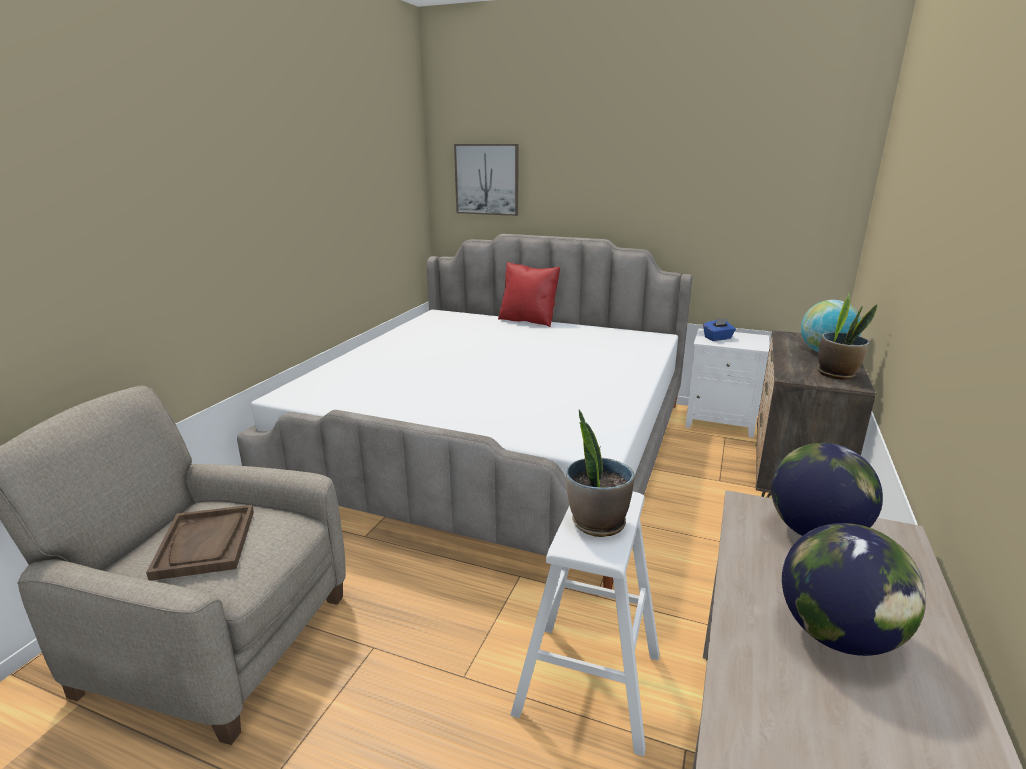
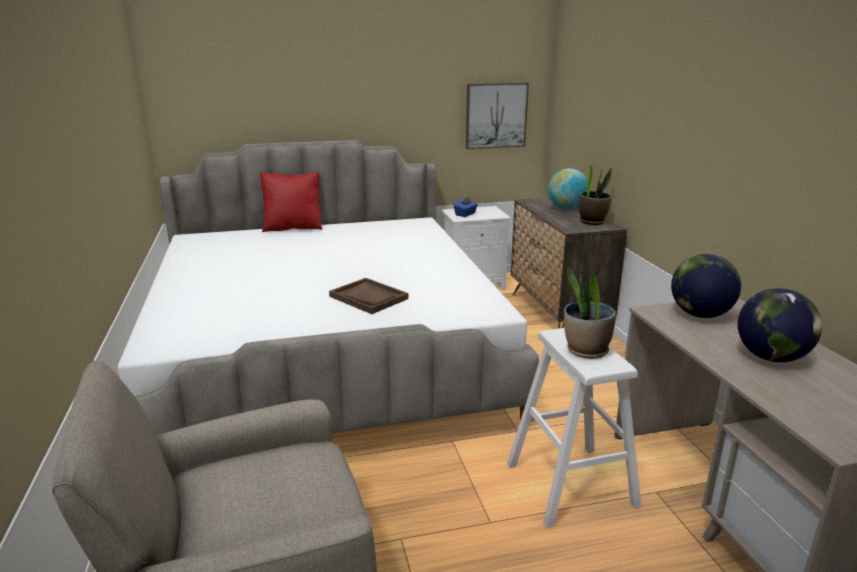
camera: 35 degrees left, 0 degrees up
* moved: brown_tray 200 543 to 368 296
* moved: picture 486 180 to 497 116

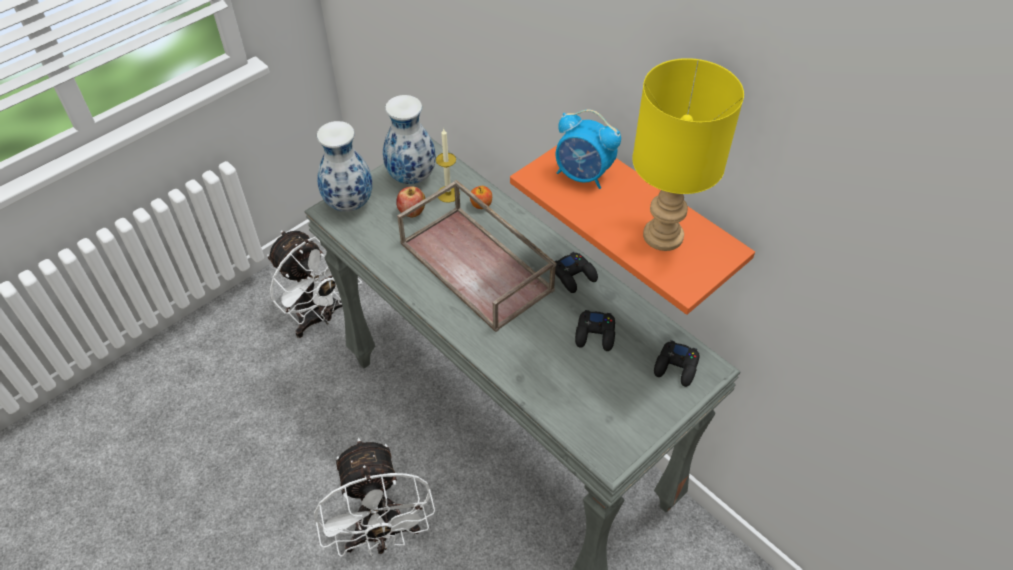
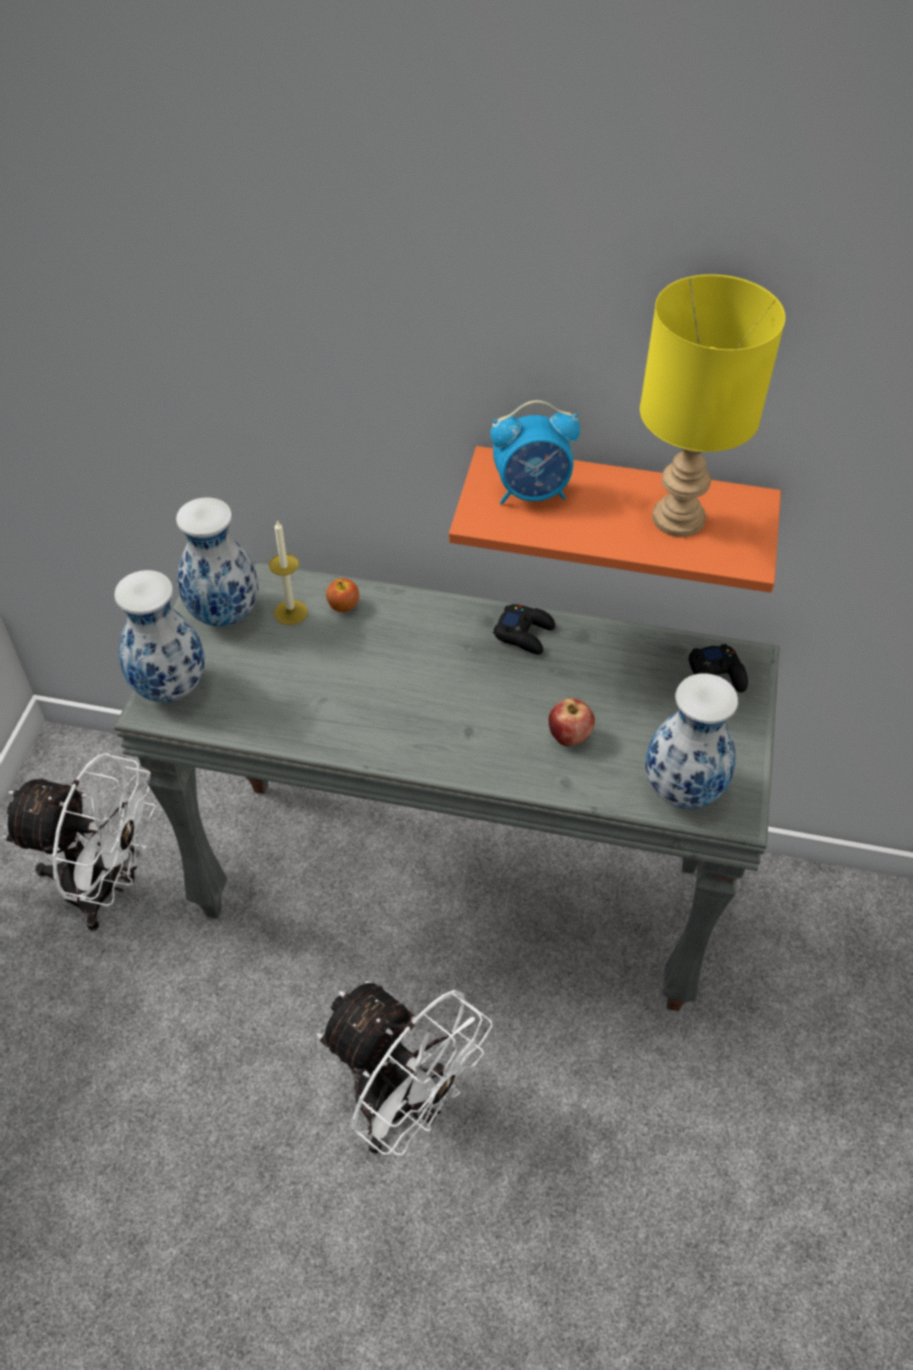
camera: 35 degrees left, 0 degrees up
* removed: brown_tray 476 256
* removed: black_game_controller 595 330
* added: vase 691 741
* moved: apple 411 202 to 572 722

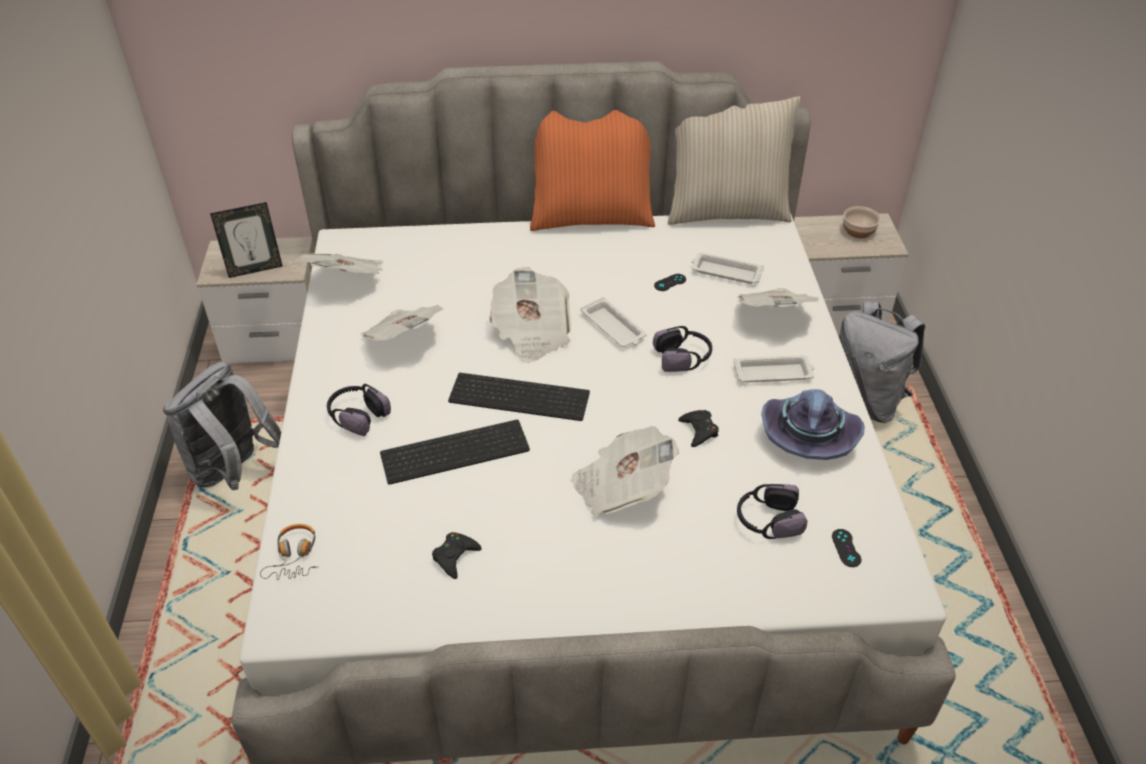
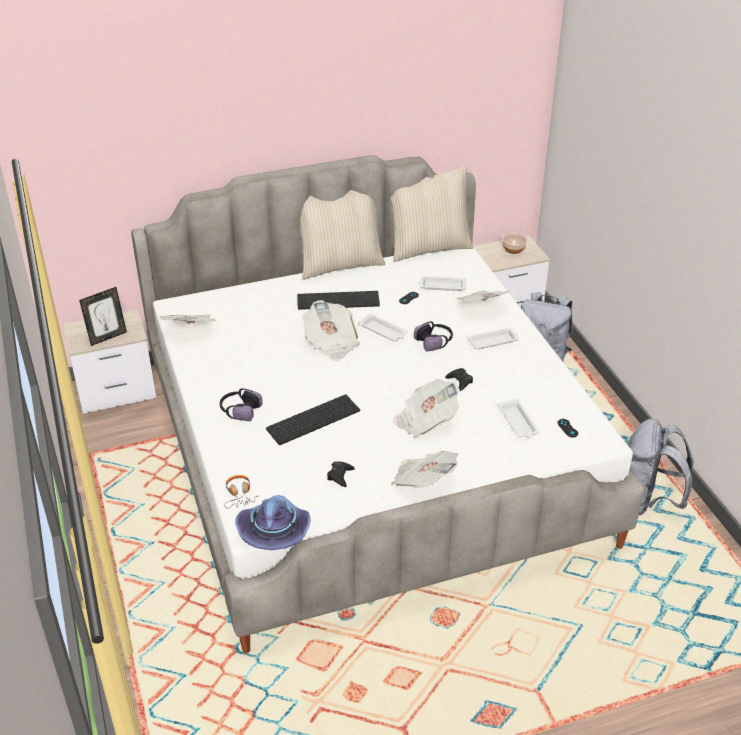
camera: 15 degrees left, 5 degrees down
* moved: grey_backpack 222 425 to 661 466
* moved: newspaper 402 323 to 425 469
* moved: keyboard 519 397 to 338 300
* moved: purple_hat 813 424 to 273 522
* replaced: headphones 772 511 to white_tray 519 418
* recoloured: orange_pillow 592 170 to beige_pillow 342 235

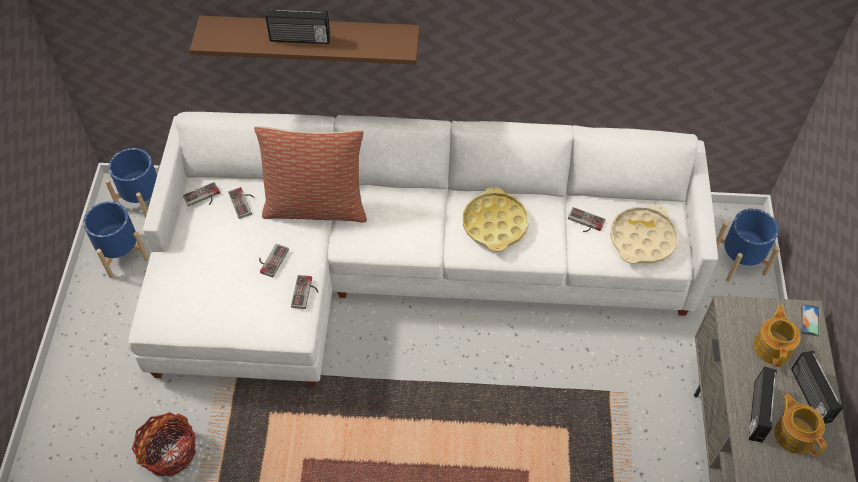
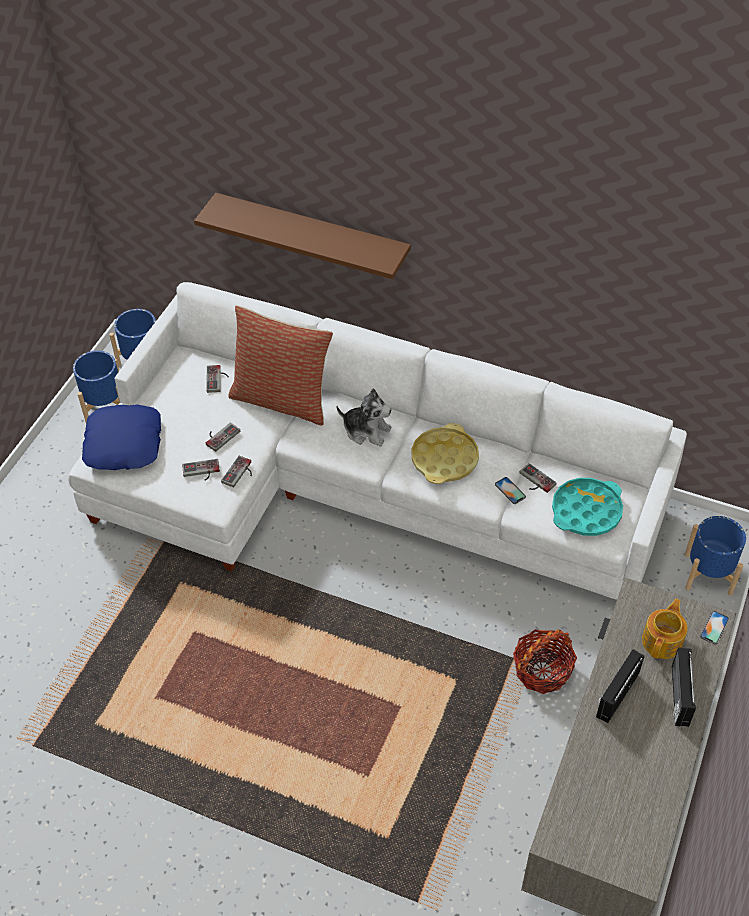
camera: 20 degrees right, 5 degrees down
* removed: radio 298 26
* removed: teapot 800 425
* added: blue_pillow 121 437
* added: plush_toy 364 417
* added: phone 510 490
* moved: basket 164 444 to 545 661
* moved: game_controller 201 194 to 201 469
* recoloured: beige_tray 644 234 to turquoise_tray 587 507

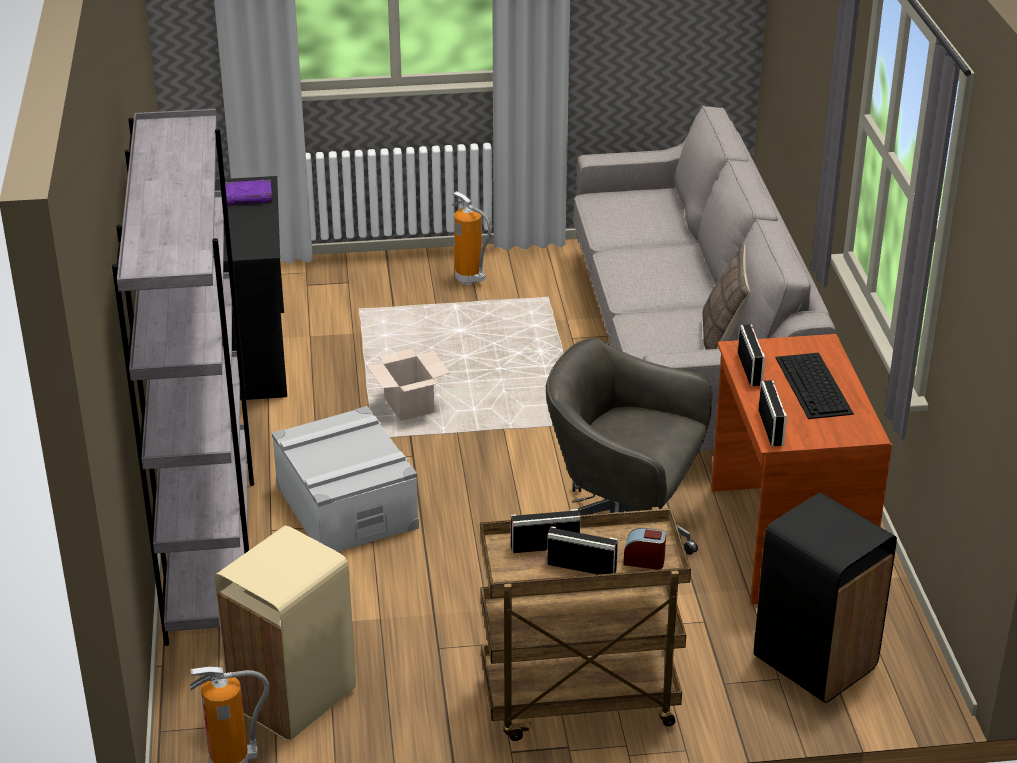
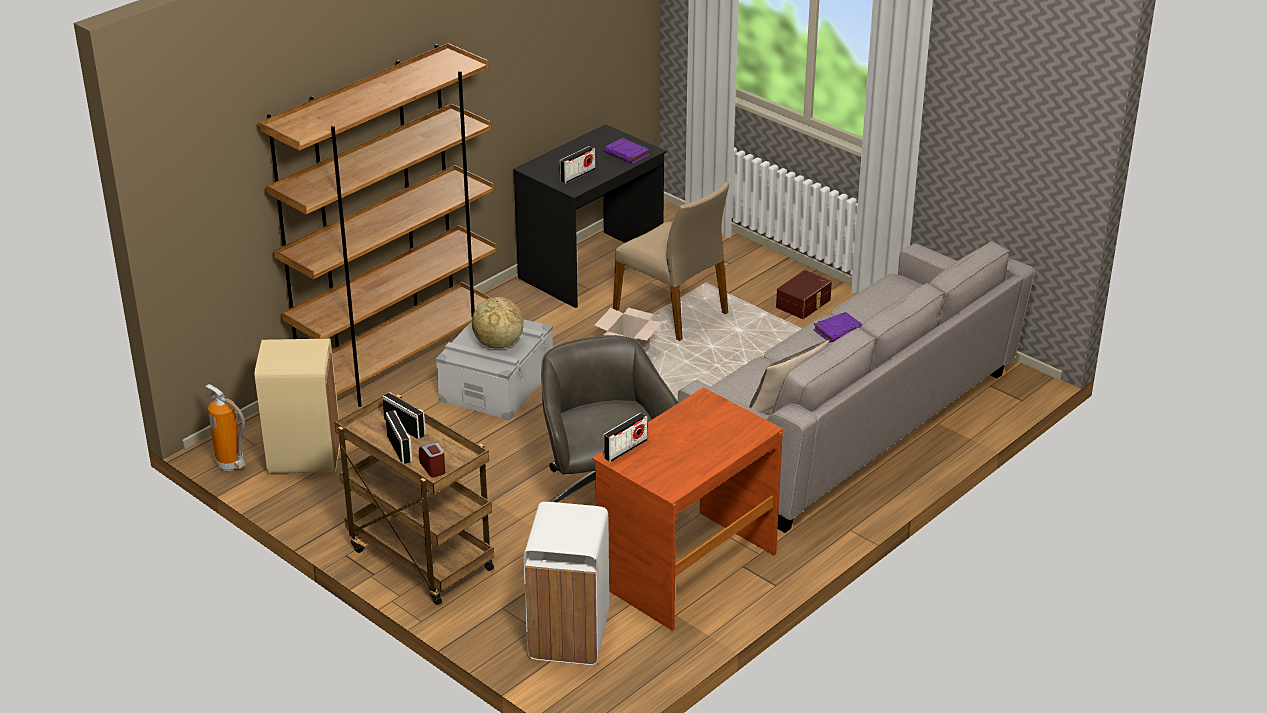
camera: 50 degrees right, 0 degrees up
* removed: keyboard 814 386
* added: globe 498 323
* added: beige_chair 671 261
* added: purple_book 837 327
* moved: radio 751 355 to 578 164
* replaced: fire_extinguisher 472 238 to brown_storage_box 804 294
* recoloured: grey_bookcase 183 377 to brown_bookcase 377 225
* recoloured: black_trash_can 825 598 to white_trash_can 566 583

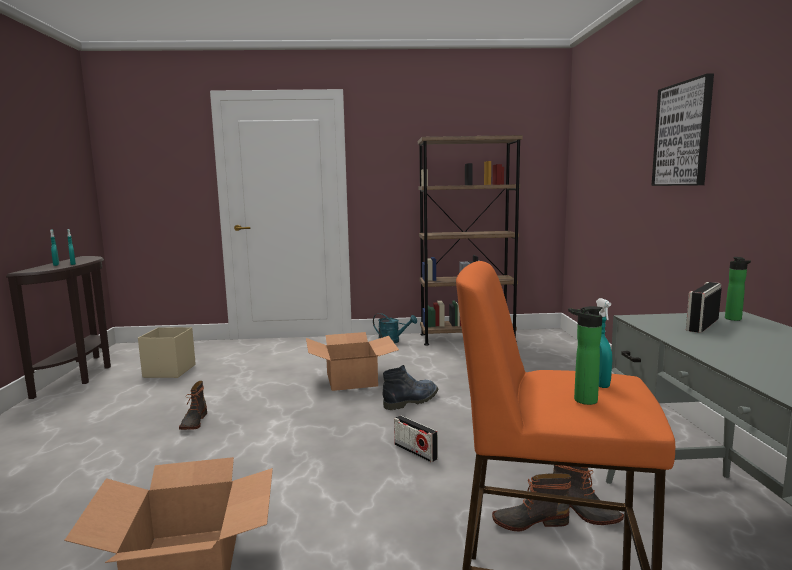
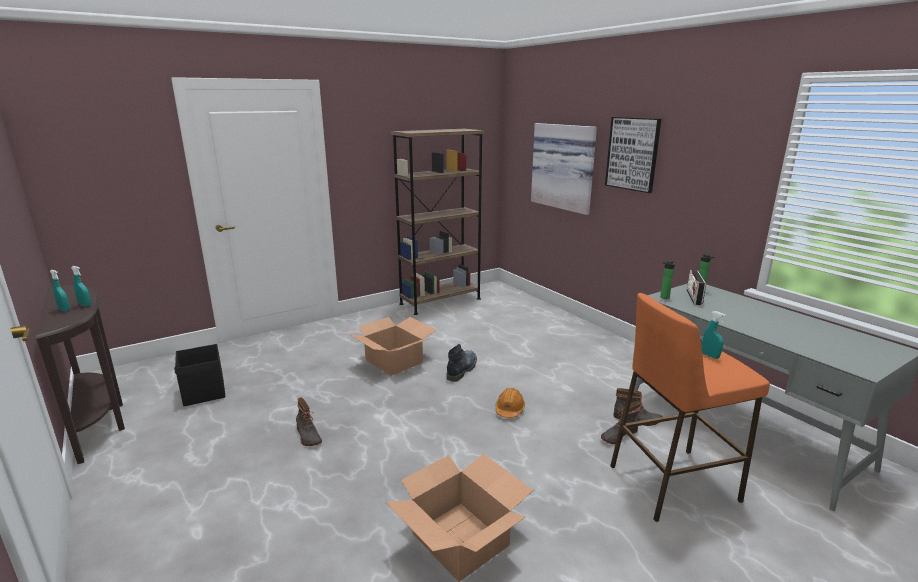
camera: 30 degrees left, 10 degrees up
* removed: turquoise_watering_can 395 328
* added: picture 564 169
* moved: bottle 585 355 to 667 279
* replaced: radio 416 439 to orange_hard_hat 510 403
* recoloured: beige_storage_box 167 352 to black_storage_box 200 375

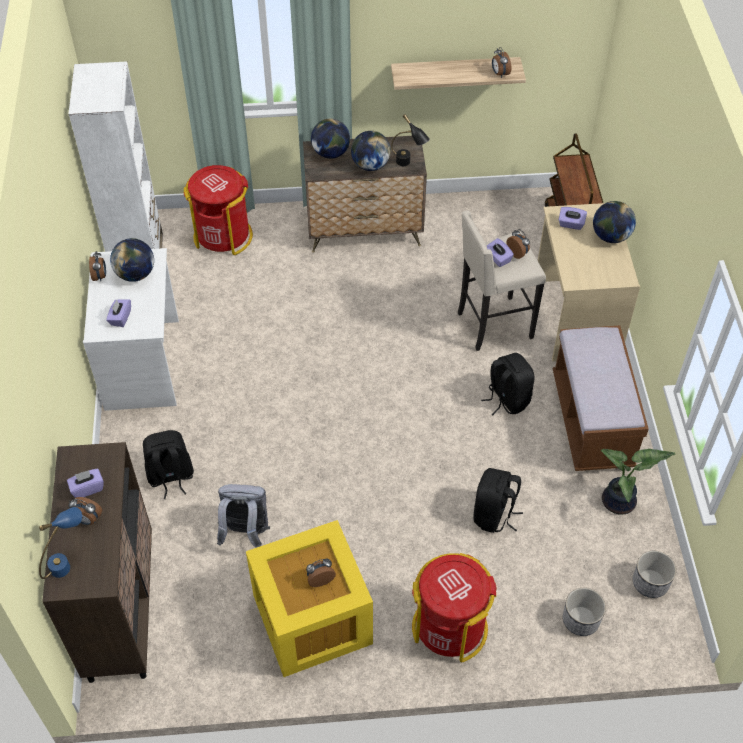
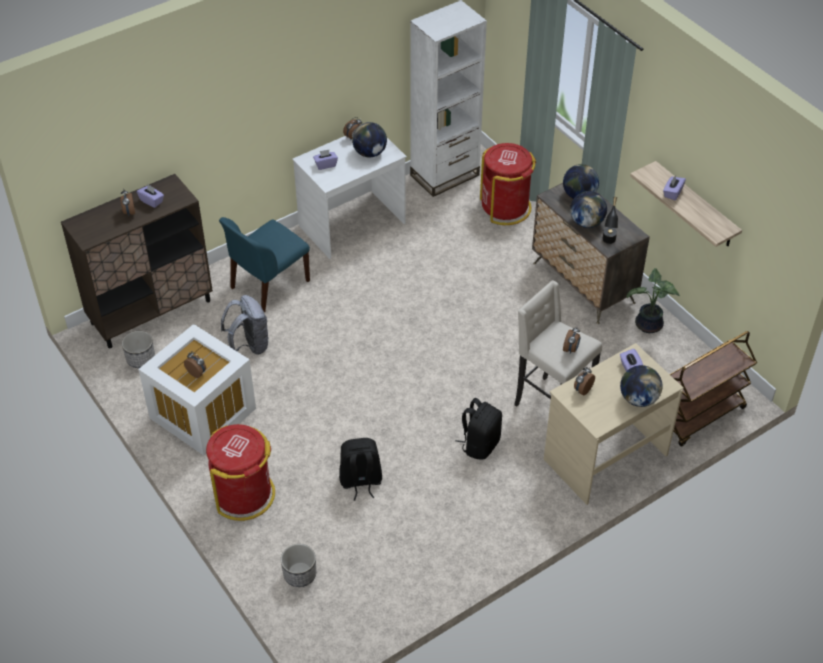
camera: 60 degrees right, 5 degrees down
* removed: blue_table_lamp 60 543
* removed: brown_bench 601 398
* moved: purple_tissue_box 500 252 to 674 187
* moved: alarm_clock 501 62 to 584 381
* moved: potted_plant 638 482 to 653 300
* moved: planter 654 574 to 138 349
* replaced: black_backpack 168 464 to blue_chair 264 264
* recoloured: yellow_storage_box 309 598 to white_storage_box 197 389

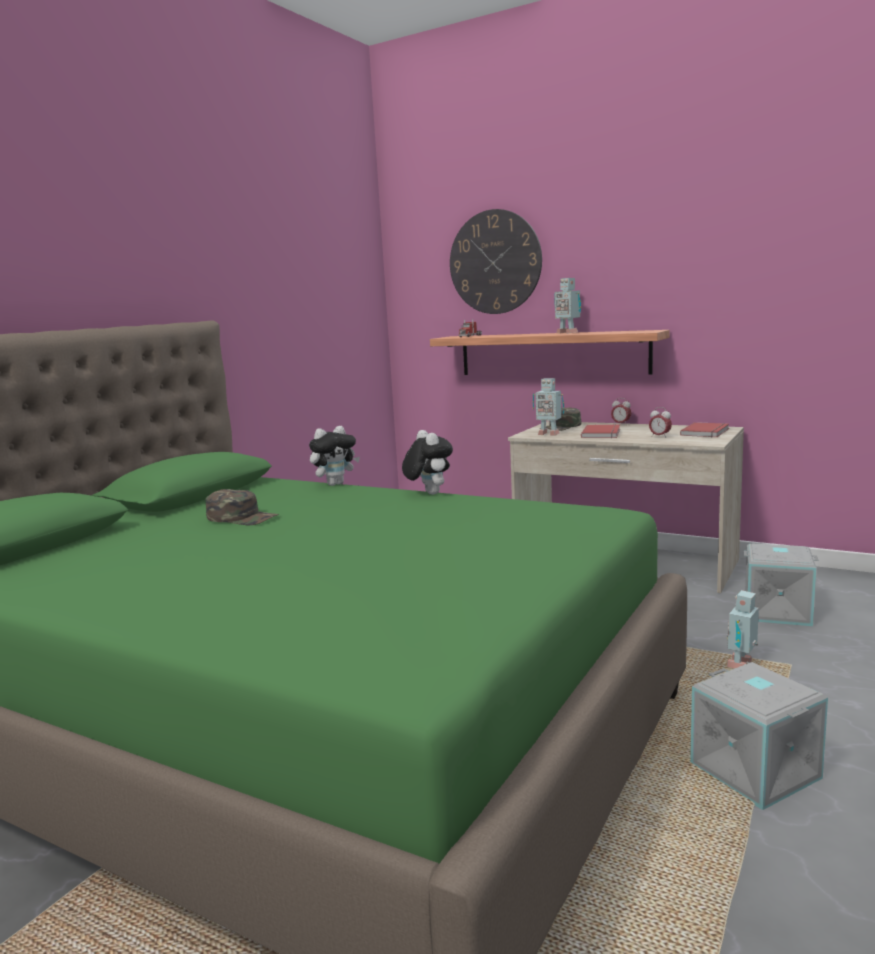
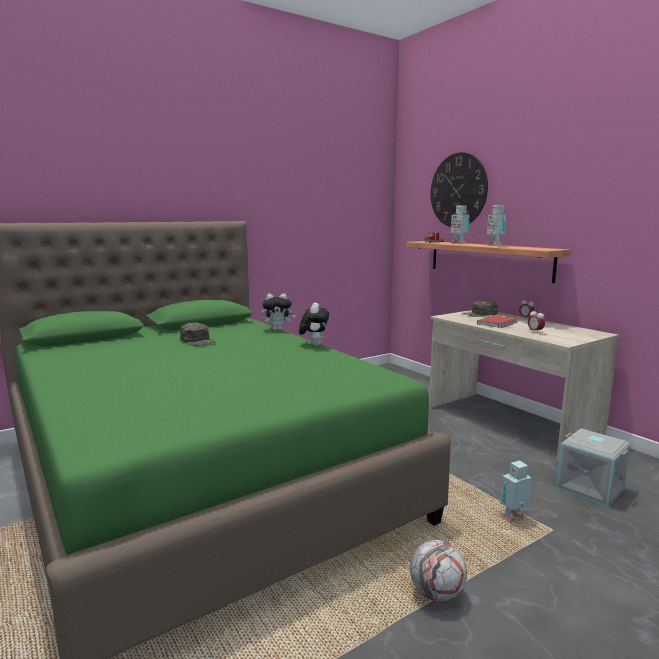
camera: 25 degrees right, 0 degrees up
* removed: red_book 704 429
* moved: toy_robot 548 407 to 460 224
* replaced: grey_storage_box 759 736 to football 438 571

